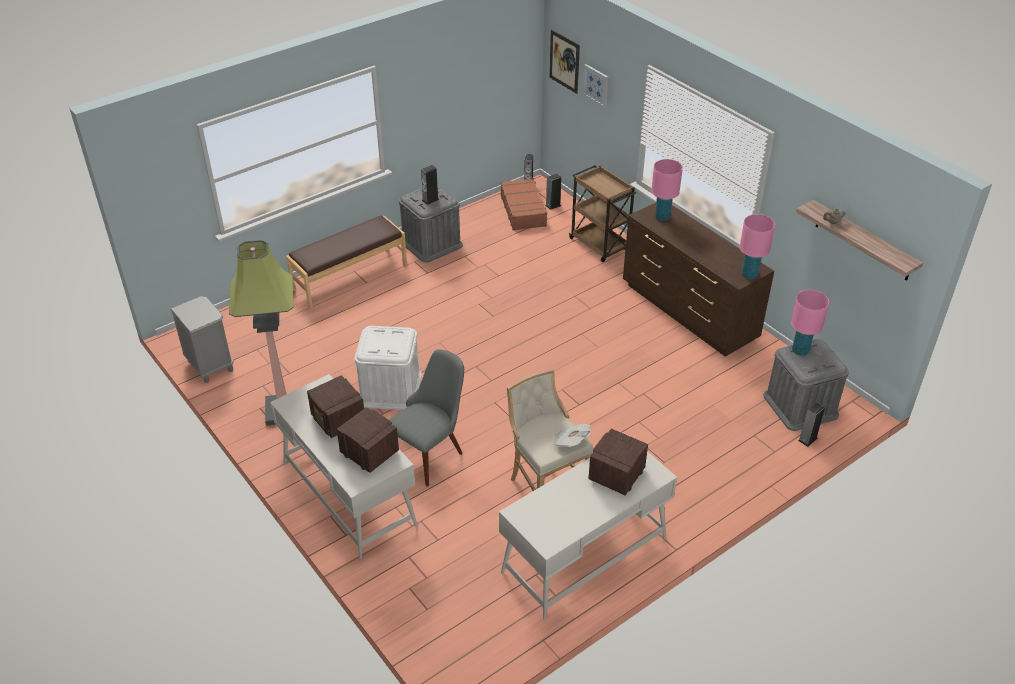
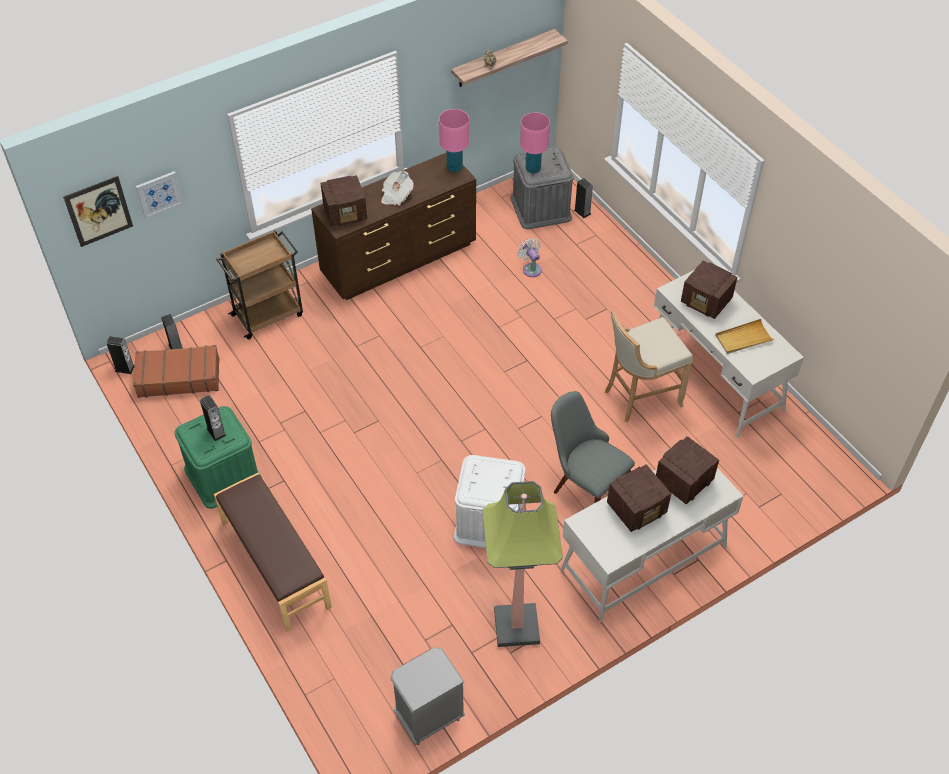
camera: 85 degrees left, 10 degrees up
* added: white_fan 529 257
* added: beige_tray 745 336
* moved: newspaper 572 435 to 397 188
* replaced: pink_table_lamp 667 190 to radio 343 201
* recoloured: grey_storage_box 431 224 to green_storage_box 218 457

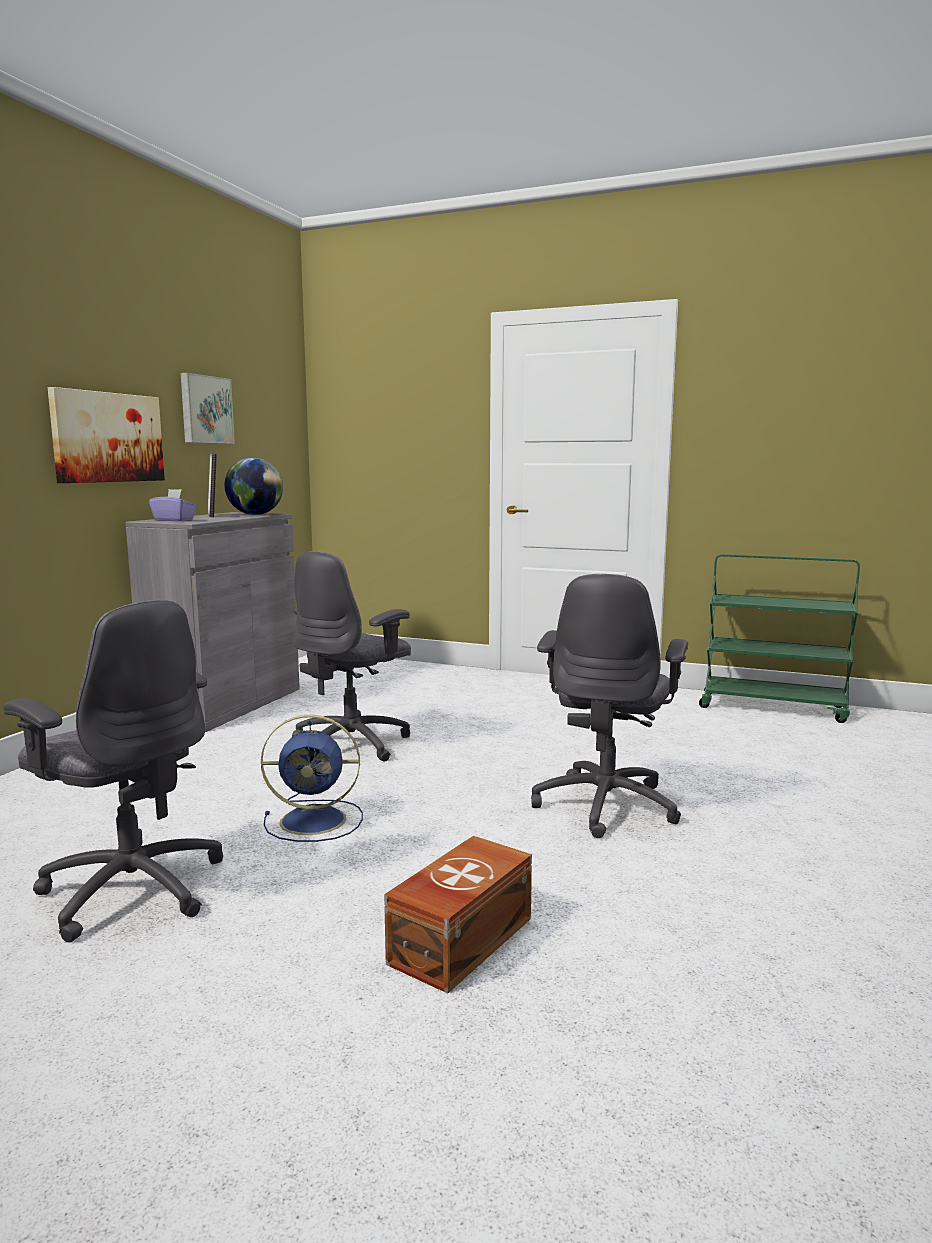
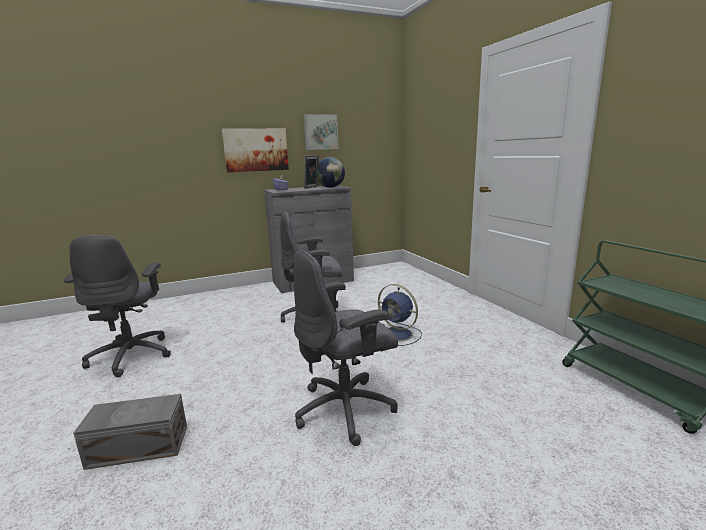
camera: 45 degrees right, 5 degrees up
* moved: blue_fan 312 778 to 400 315
* recoloured: brown_storage_box 458 914 to grey_storage_box 130 432

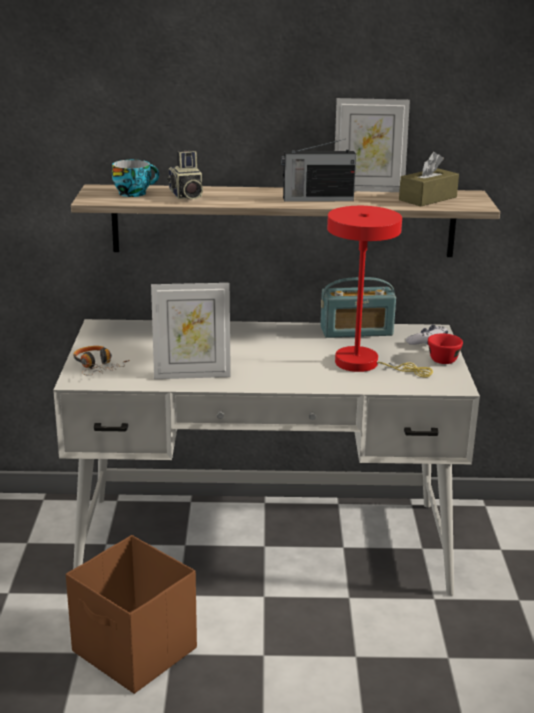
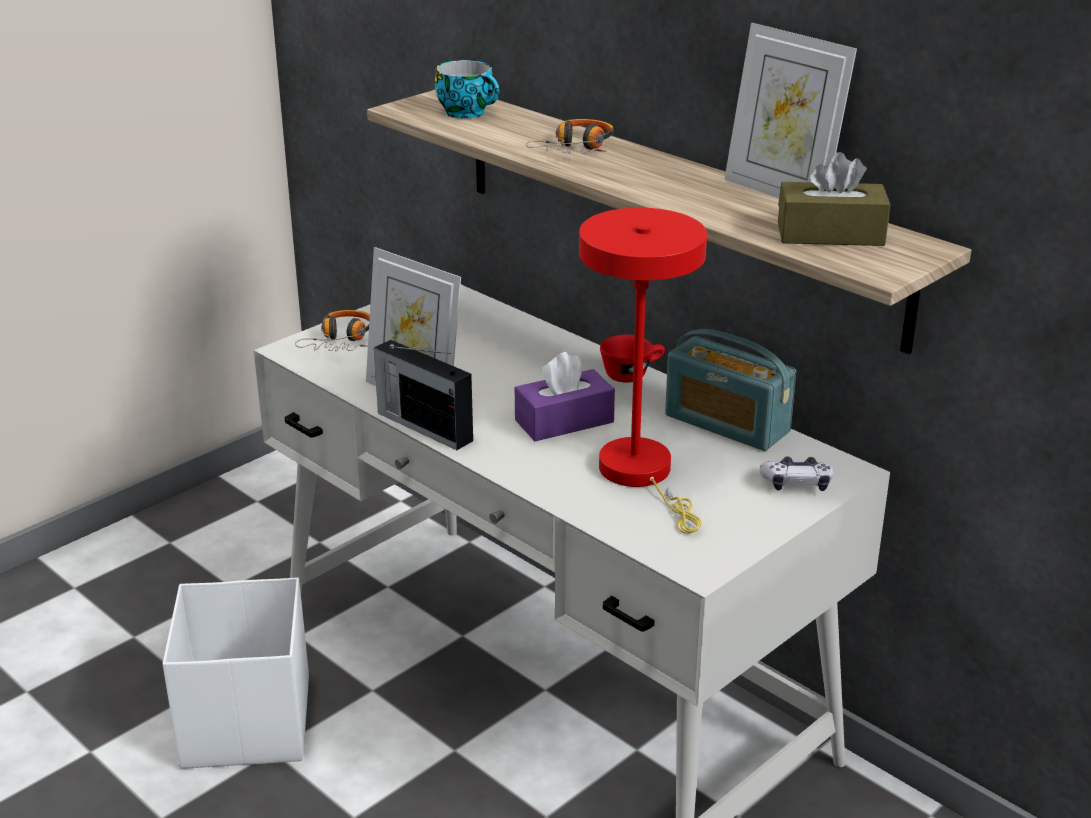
camera: 45 degrees right, 5 degrees up
* removed: photo_camera 185 174
* added: purple_tissue_box 565 396
* added: headphones 570 136
* moved: radio 318 170 to 423 395
* moved: red_cup 445 348 to 632 358
* recoloured: brown_storage_box 131 614 to white_storage_box 236 673

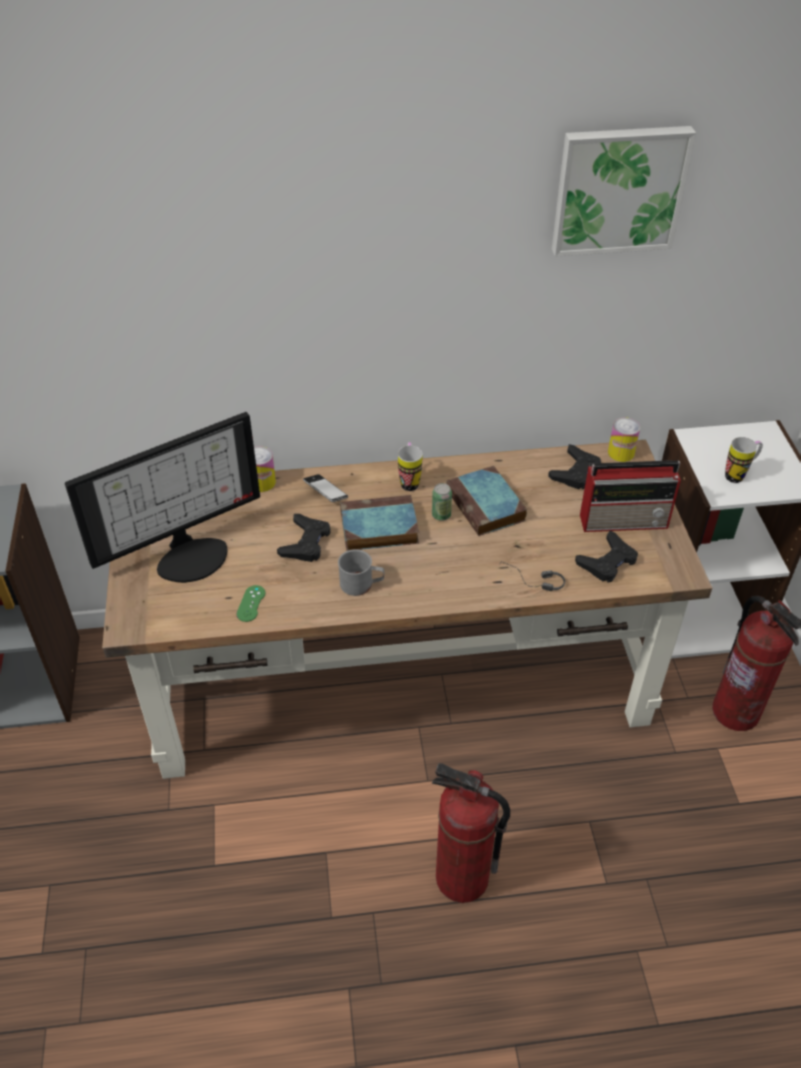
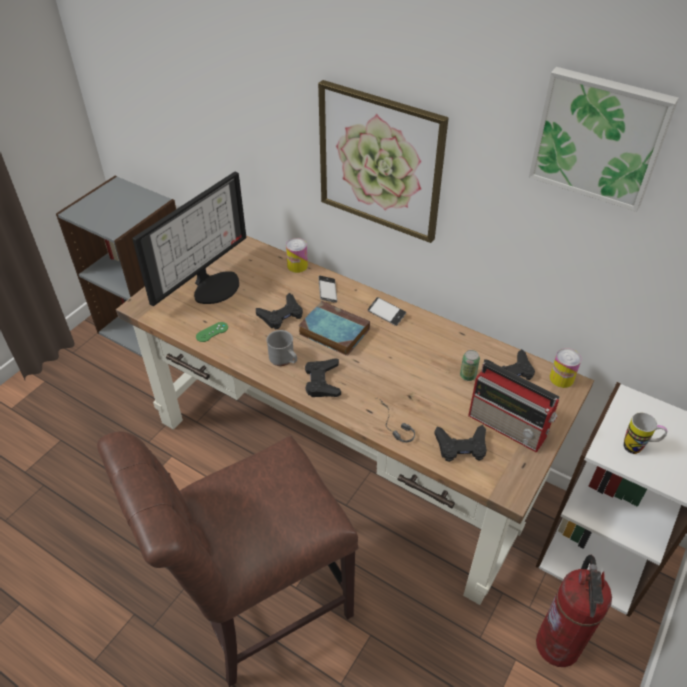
camera: 40 degrees right, 0 degrees up
* removed: book 486 501
* added: black_game_controller 323 377
* added: picture 383 161
* moved: can 442 502 to 470 365
* replaced: mug 410 466 to phone 387 311
* replaced: fire_extinguisher 471 833 to brown_chair 227 559
* turned: monitor 162 497 = 189 239 60 degrees counterclockwise

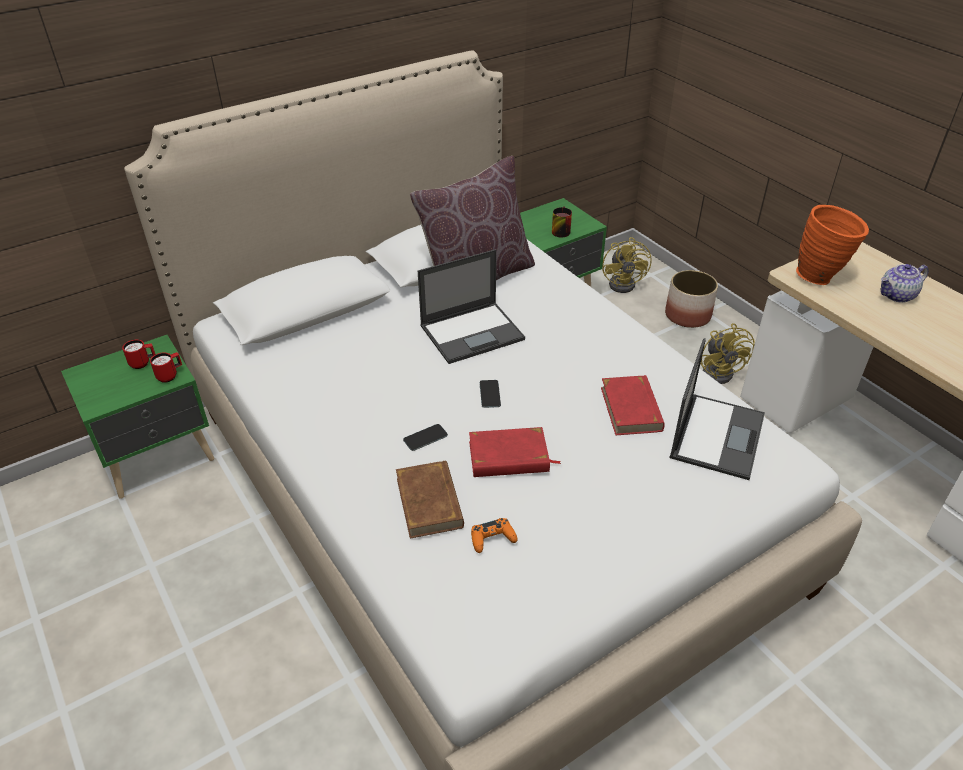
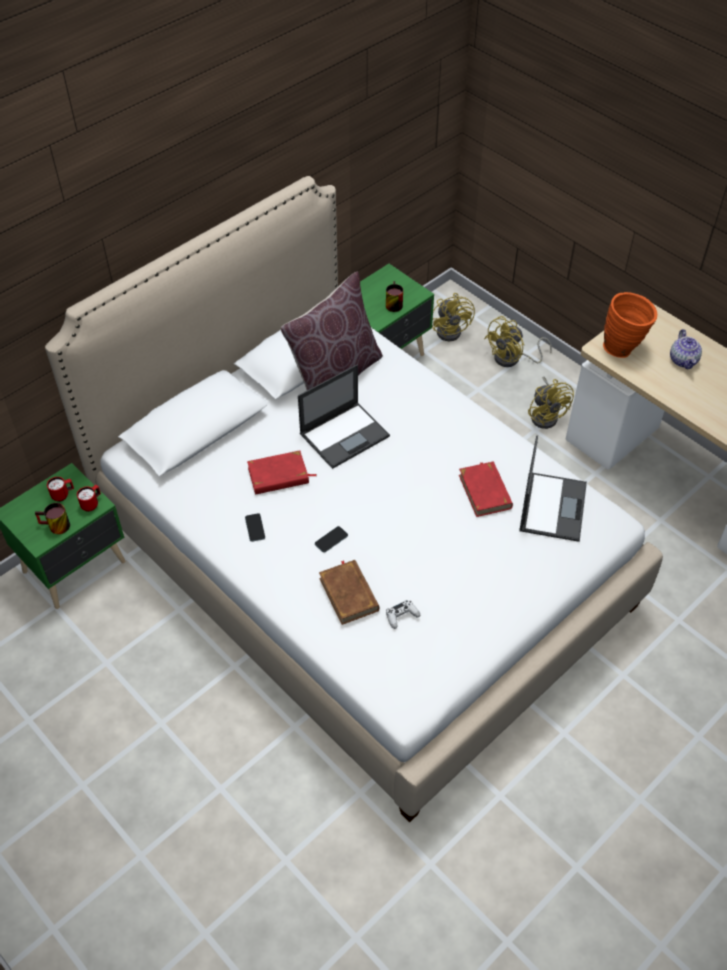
camera: 10 degrees left, 10 degrees up
* added: mug 52 518
* moved: red_book 515 452 to 281 472
* moved: phone 490 394 to 255 527
* replaced: planter 691 299 to yellow_fan 518 341
* recoloured: orange_game_controller 494 535 to white_game_controller 403 614
* turned: teapot 905 283 = 686 349 60 degrees counterclockwise

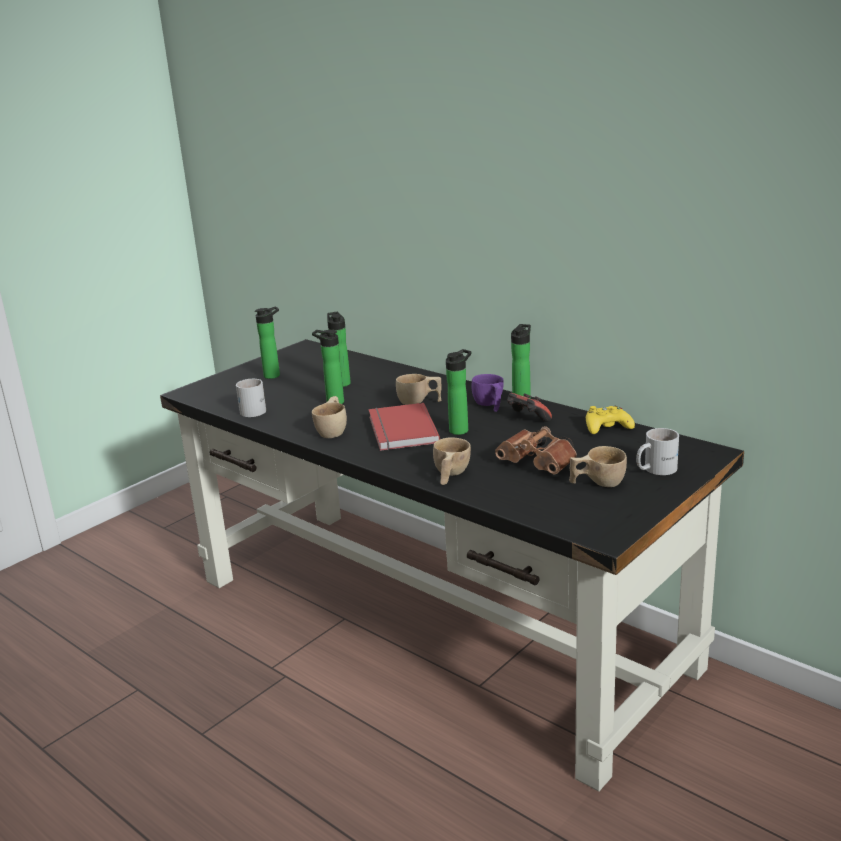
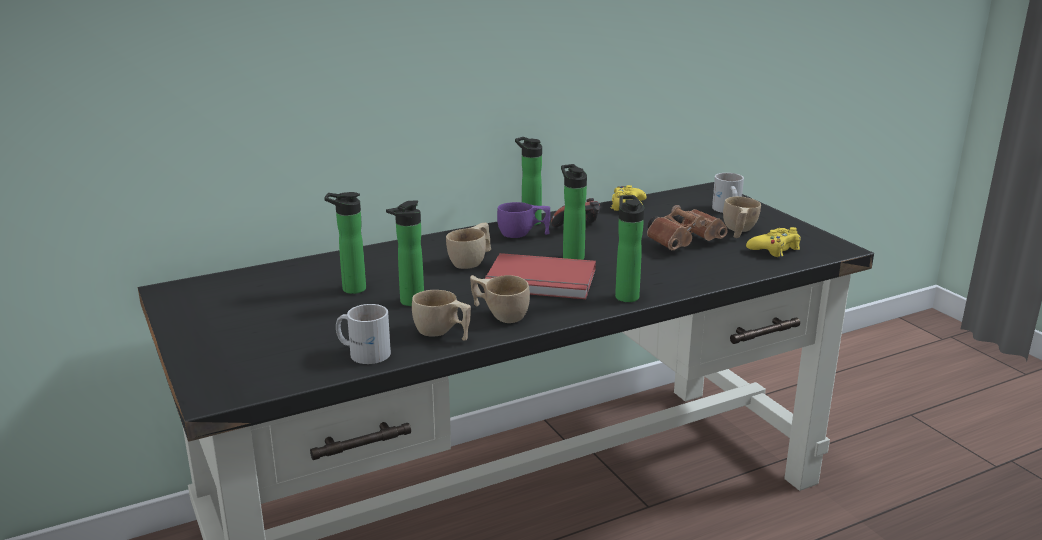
camera: 70 degrees left, 0 degrees up
* added: yellow_game_controller 773 242
* moved: bottle 267 343 to 629 248
* moved: beige_cup 452 461 to 441 315

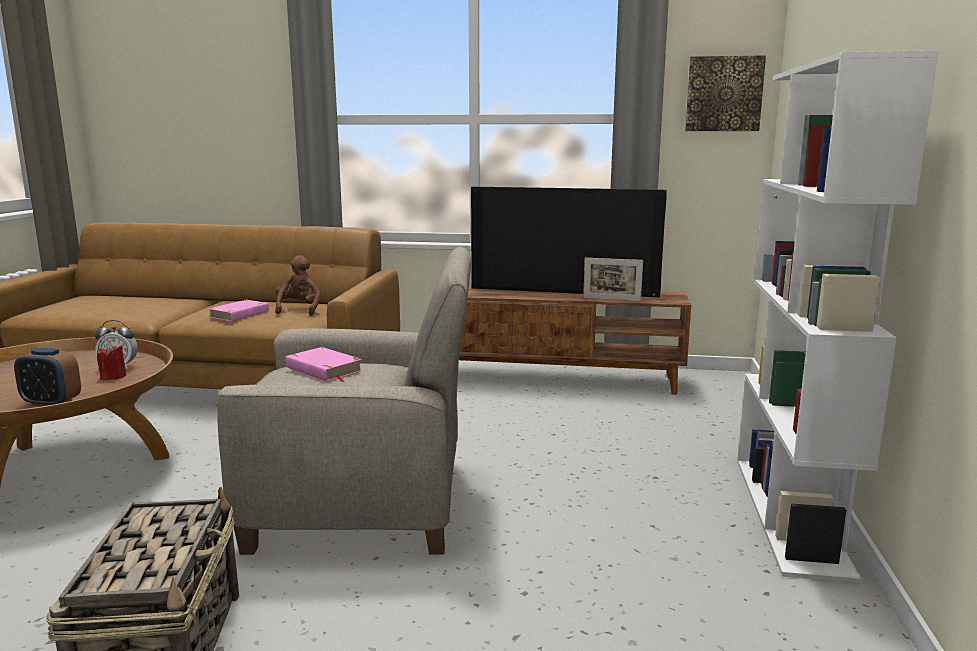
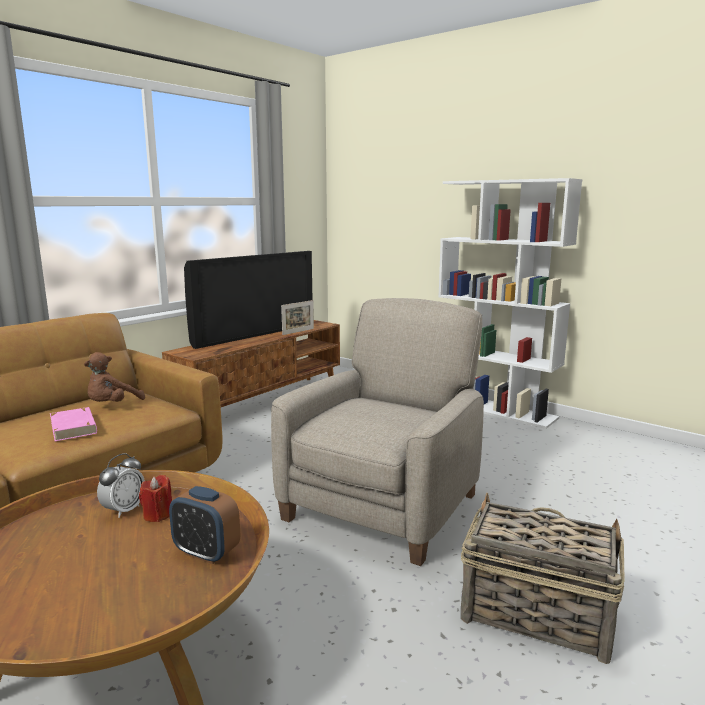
camera: 60 degrees left, 0 degrees up
* removed: pink_book 324 364
* removed: picture 725 93
* turned: alarm_clock 47 377 = 204 525 75 degrees clockwise
* turned: brown_plush_toy 297 285 = 114 377 90 degrees counterclockwise

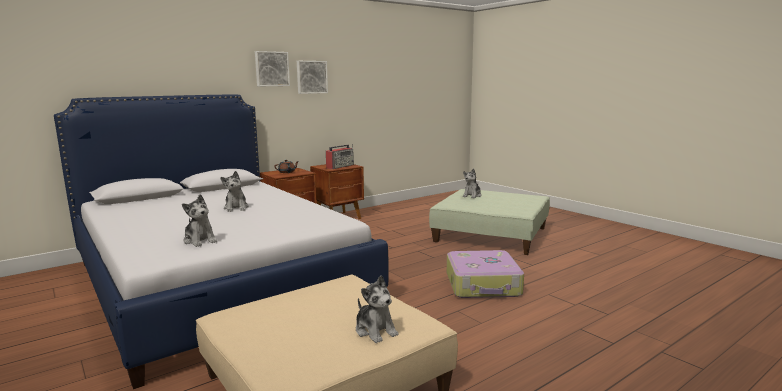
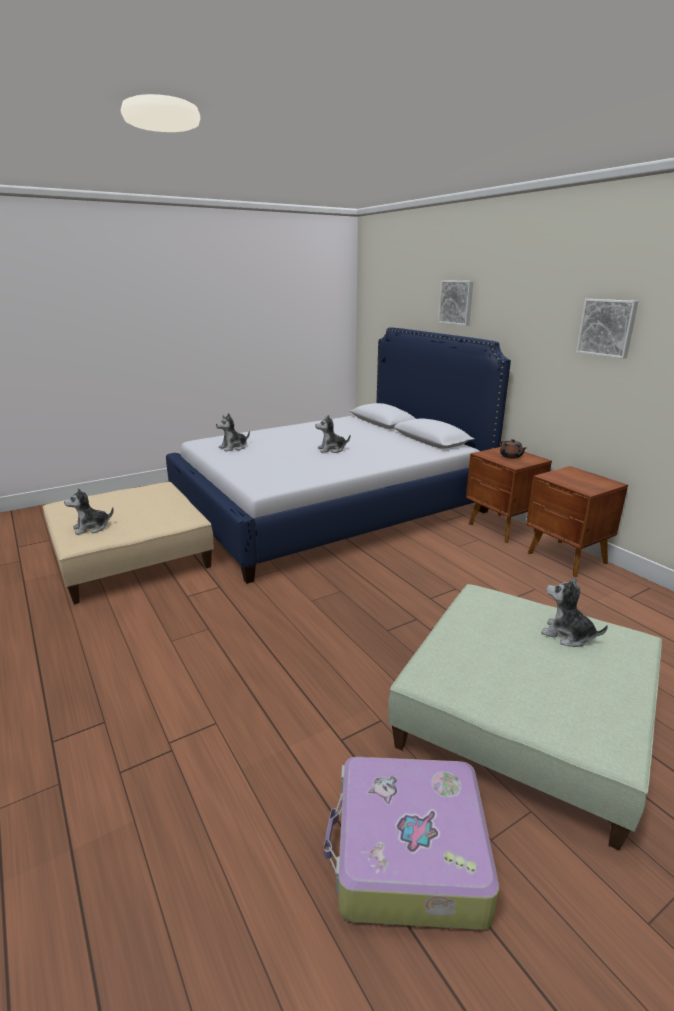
camera: 95 degrees right, 10 degrees up
* removed: radio 340 156
* moved: picture 272 68 to 455 303
* moved: suitcase 485 274 to 411 843

